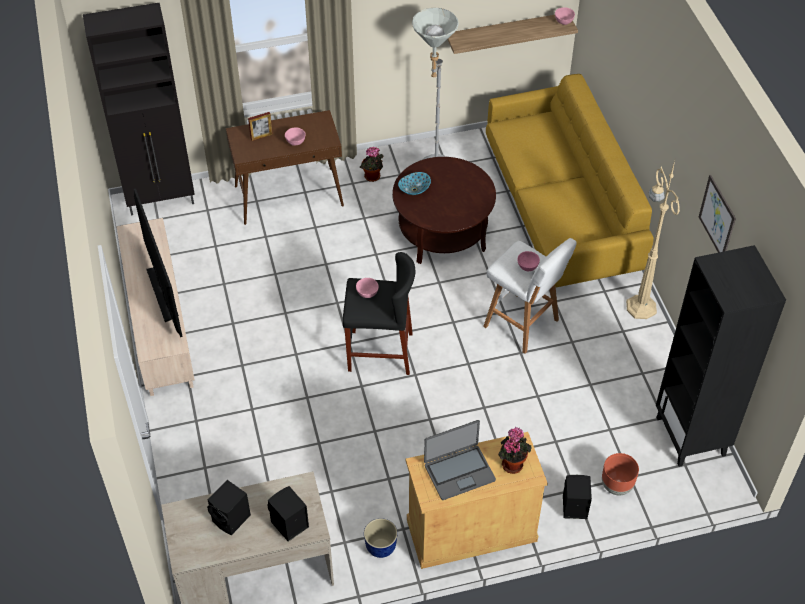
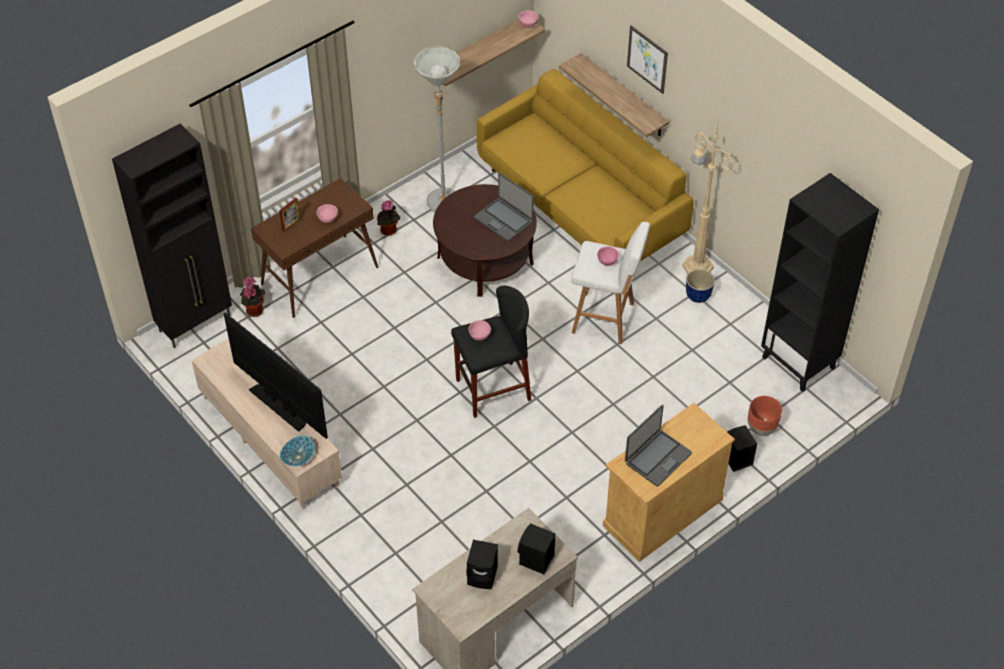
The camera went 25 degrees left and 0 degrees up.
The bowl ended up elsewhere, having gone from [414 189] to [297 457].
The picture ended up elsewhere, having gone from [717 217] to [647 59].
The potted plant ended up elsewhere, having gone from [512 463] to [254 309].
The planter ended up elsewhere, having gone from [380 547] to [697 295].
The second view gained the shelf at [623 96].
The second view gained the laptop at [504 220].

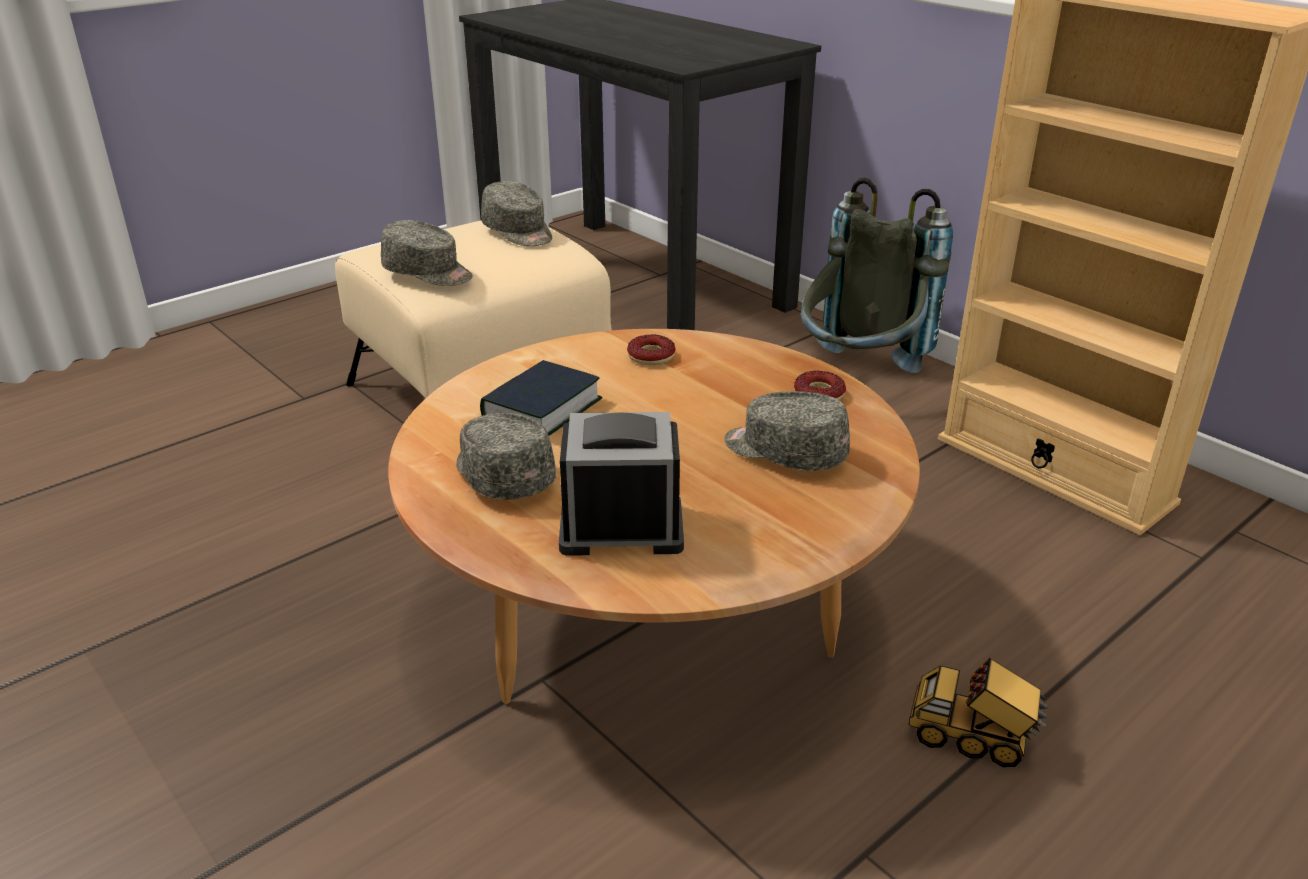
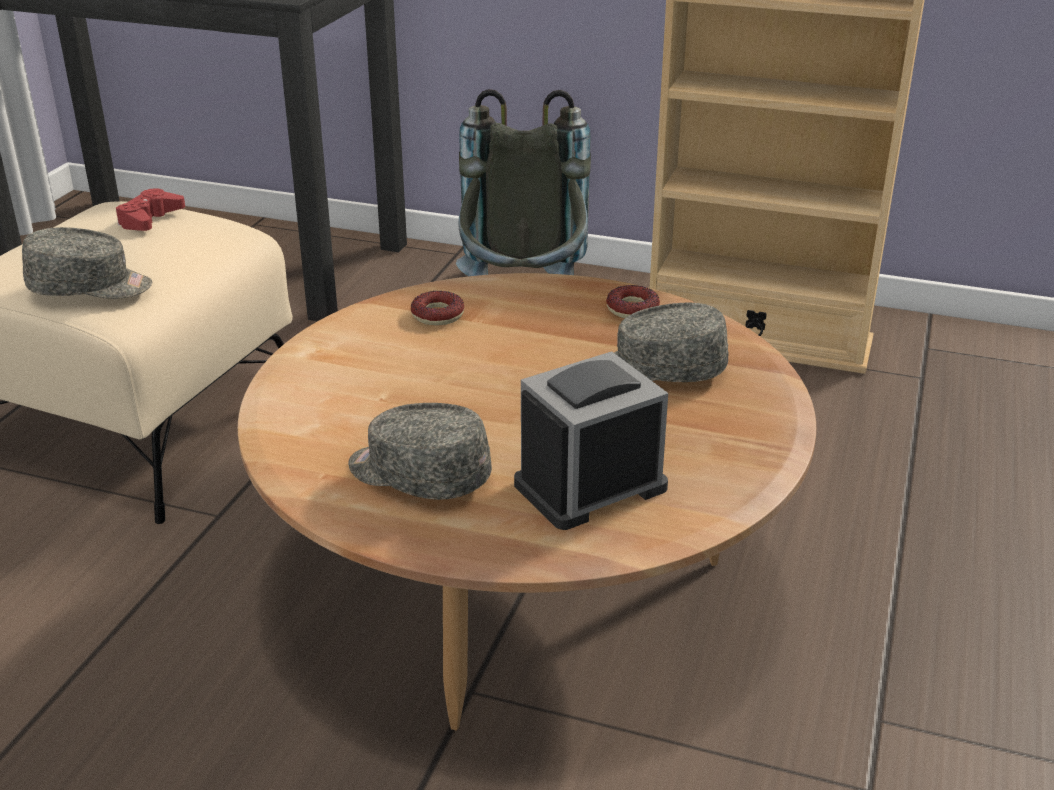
The camera went 30 degrees left and 0 degrees up.
Where the cap in grey stood at [519 232], the game controller in red came to stand at [150 219].
The second view lost the book at [542 410].
The second view lost the toy truck at [972 739].

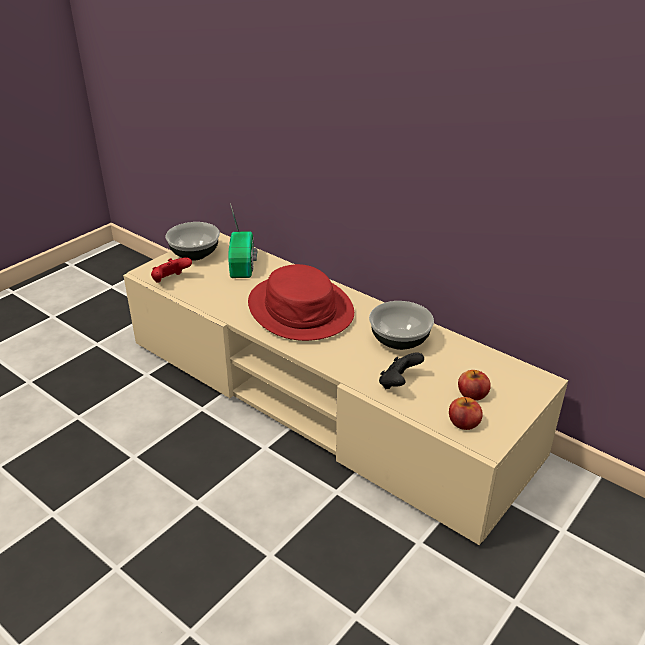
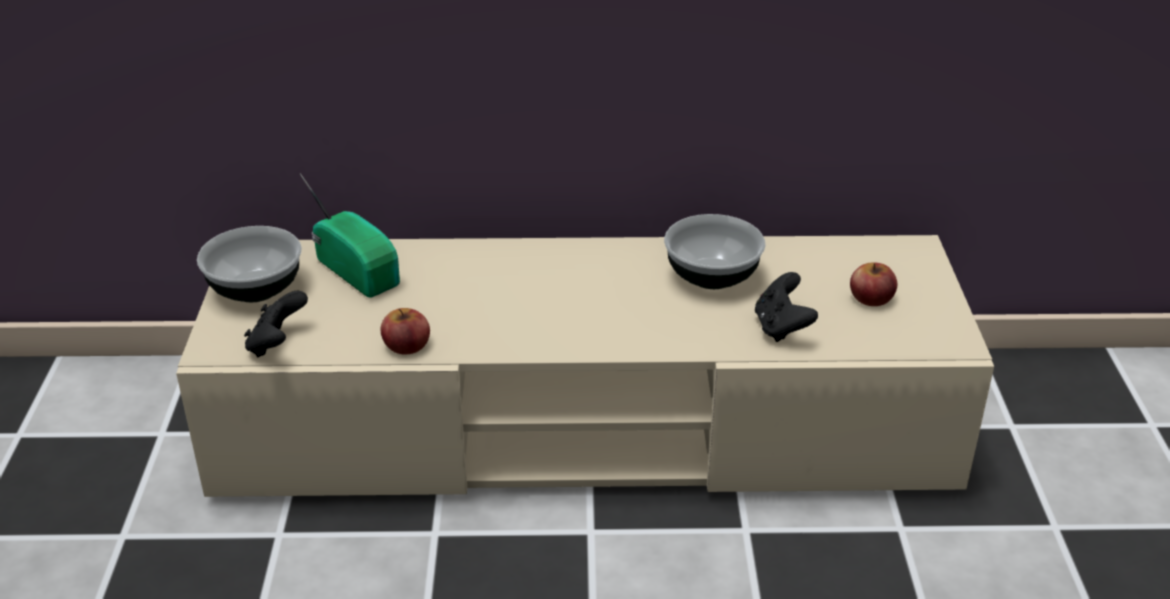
The camera went 40 degrees left and 0 degrees up.
What was the game controller in red at [171 281] turned into the game controller in black at [277 344].
The second view lost the hat in red at [301 309].
The apple ended up elsewhere, having gone from [464 422] to [406 345].

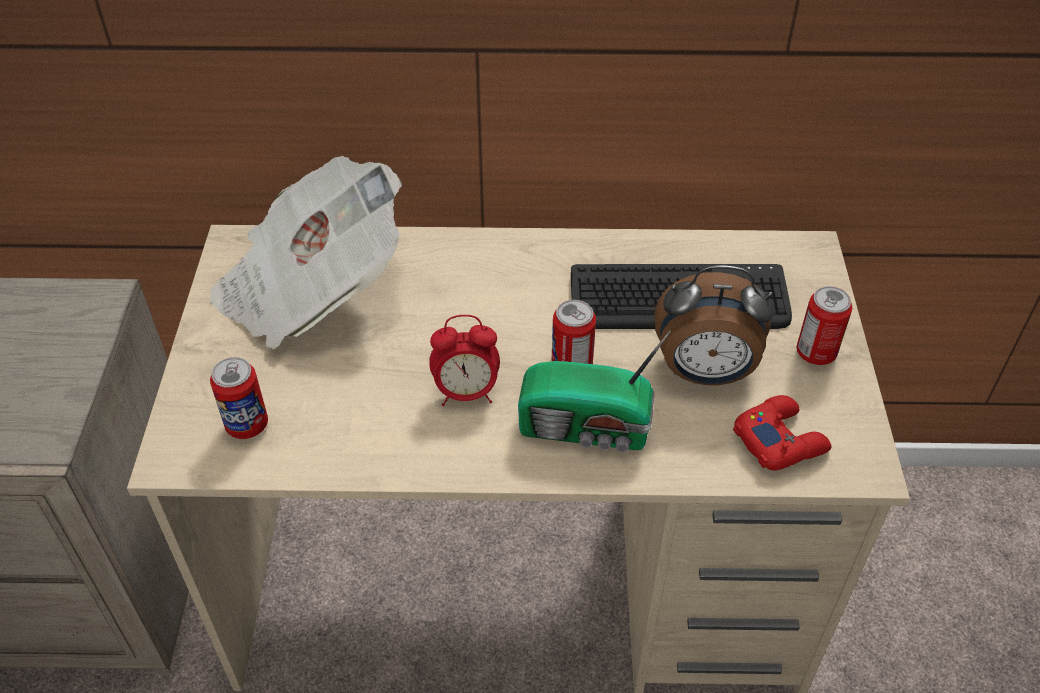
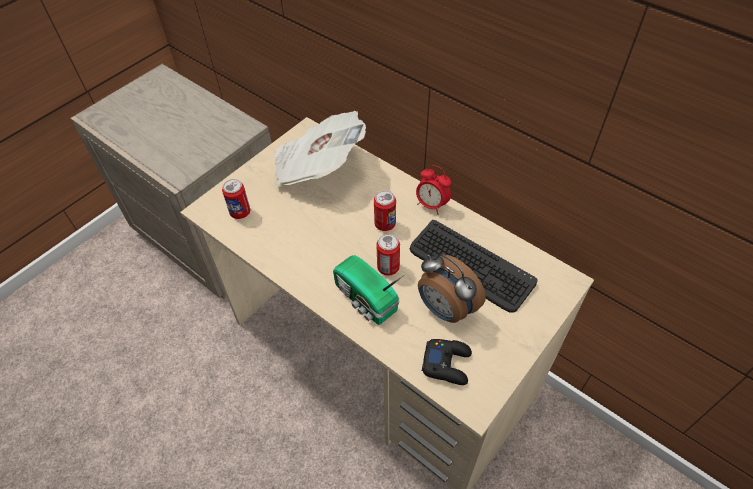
The camera went 40 degrees right and 5 degrees up.
The can ended up elsewhere, having gone from [816 353] to [385 224].
The alarm clock ended up elsewhere, having gone from [466 393] to [431 205].
What was the game controller in red at [780 440] turned into the game controller in black at [447 364].

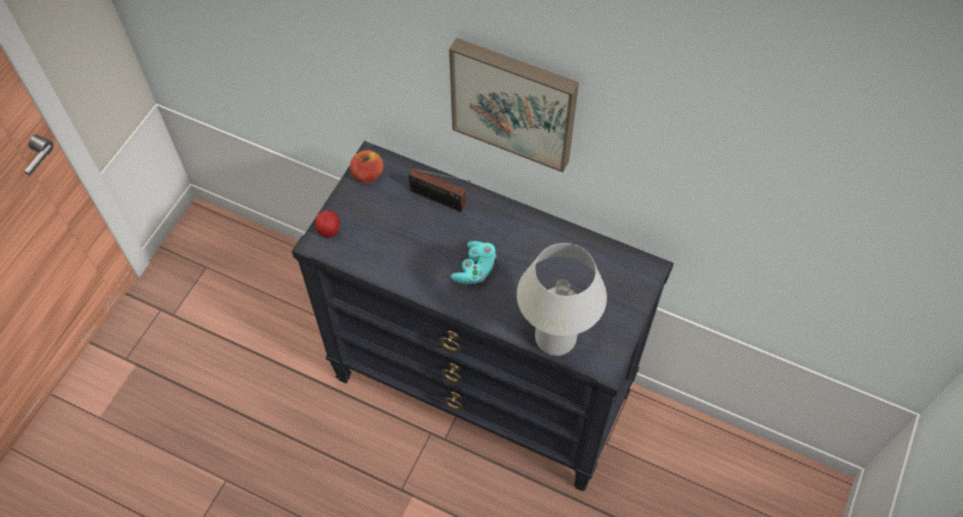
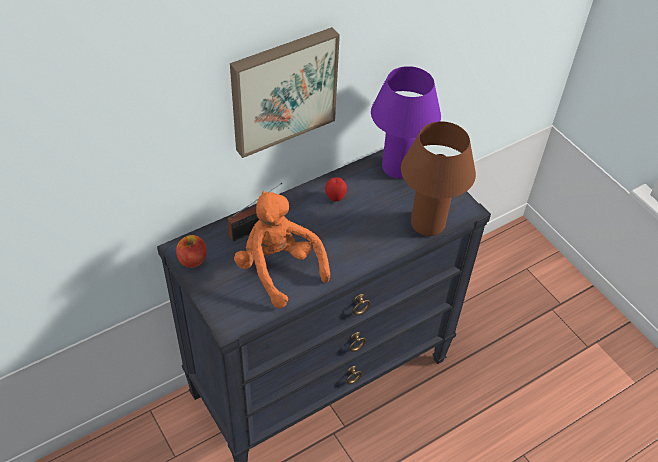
The camera went 60 degrees left and 10 degrees down.
The apple ended up elsewhere, having gone from [329 232] to [335 198].
The second view lost the game controller in turquoise at [475 269].
What was the table lamp in white at [555 338] turned into the table lamp in brown at [427 224].
The second view gained the table lamp in purple at [398 168].
The second view gained the plush toy in orange at [278 269].

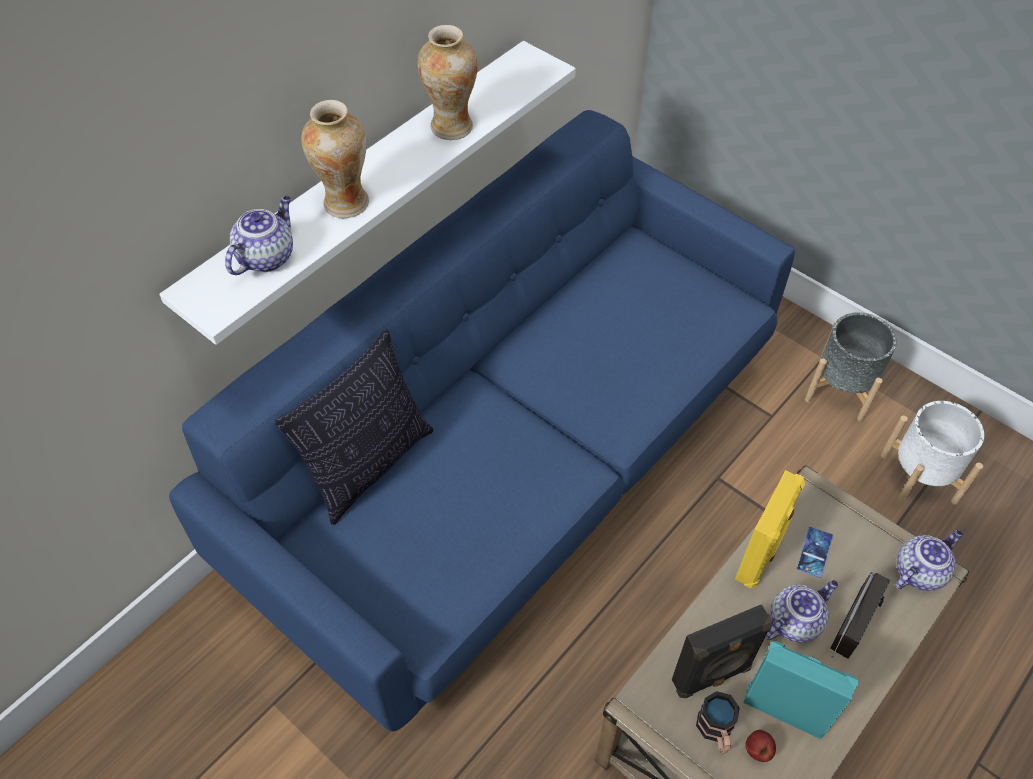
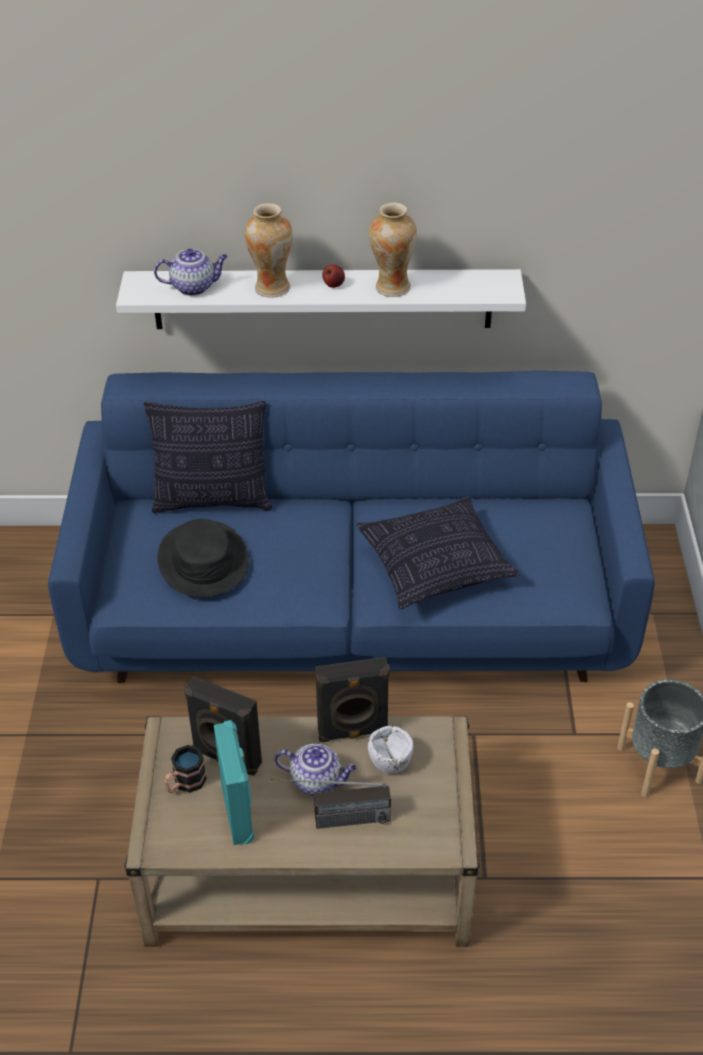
The camera went 50 degrees right and 10 degrees down.
The second view lost the planter in white at [918 478].
What was the speaker in yellow at [760 556] turned into the speaker in black at [353 732].
Where the phone stood at [814 552], the bowl in white came to stand at [390 762].
The second view lost the teapot at [919 571].
The apple ended up elsewhere, having gone from [757 750] to [333 285].
The second view gained the pillow at [435 566].
The second view gained the hat in black at [203 560].

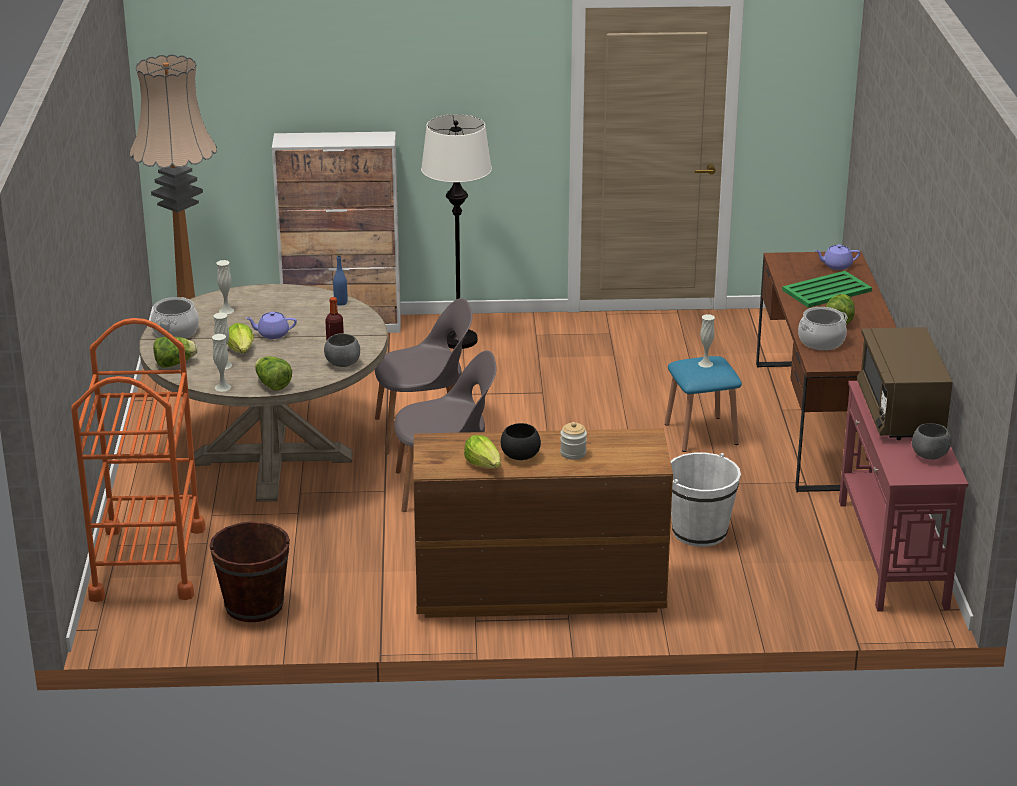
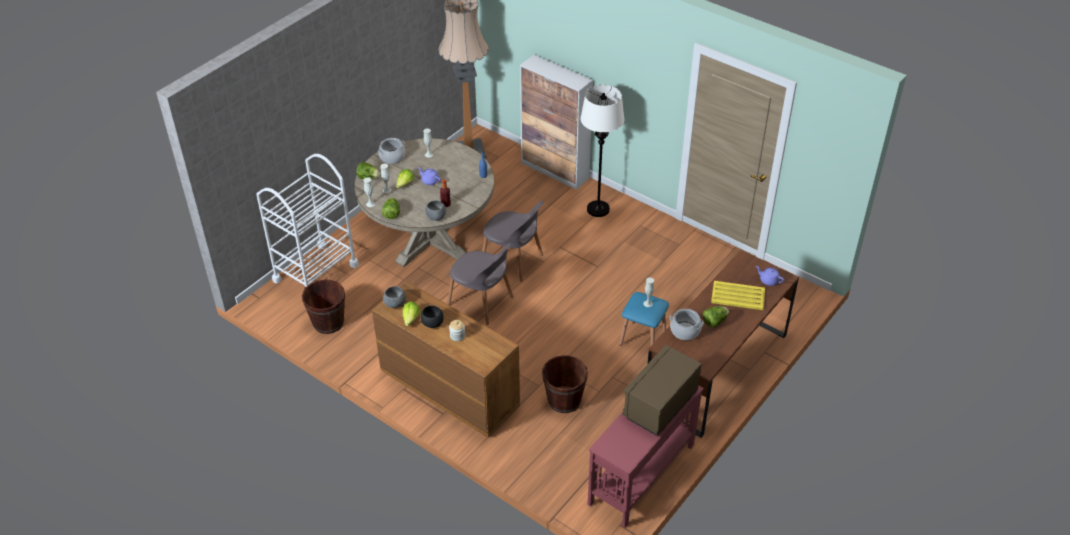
The camera went 40 degrees right and 15 degrees up.
What was the tray in green at [827 290] turned into the tray in yellow at [738 296].
What was the cart in orange at [148 563] turned into the cart in white at [315 272].
The bowl in grey ended up elsewhere, having gone from [930 456] to [395 304].
What was the bucket in white at [699 532] turned into the bucket in brown at [564 400].

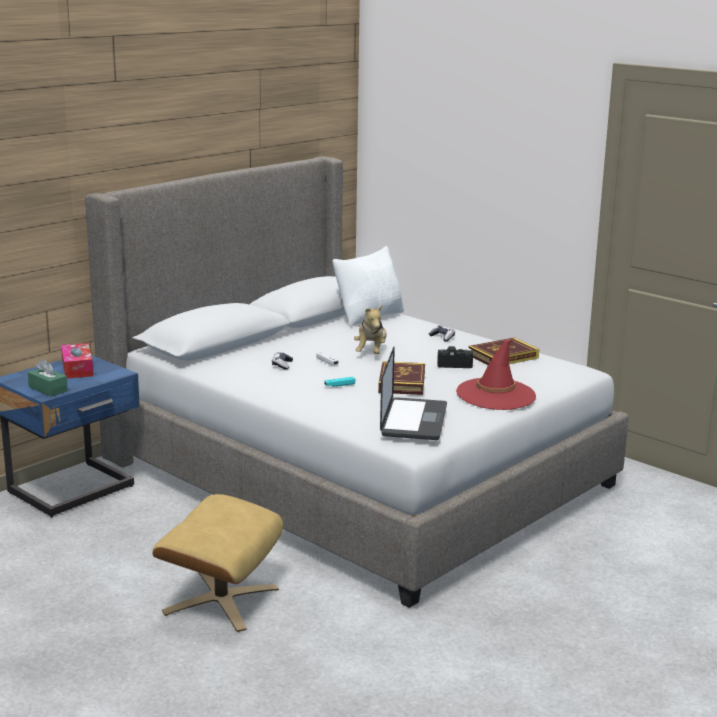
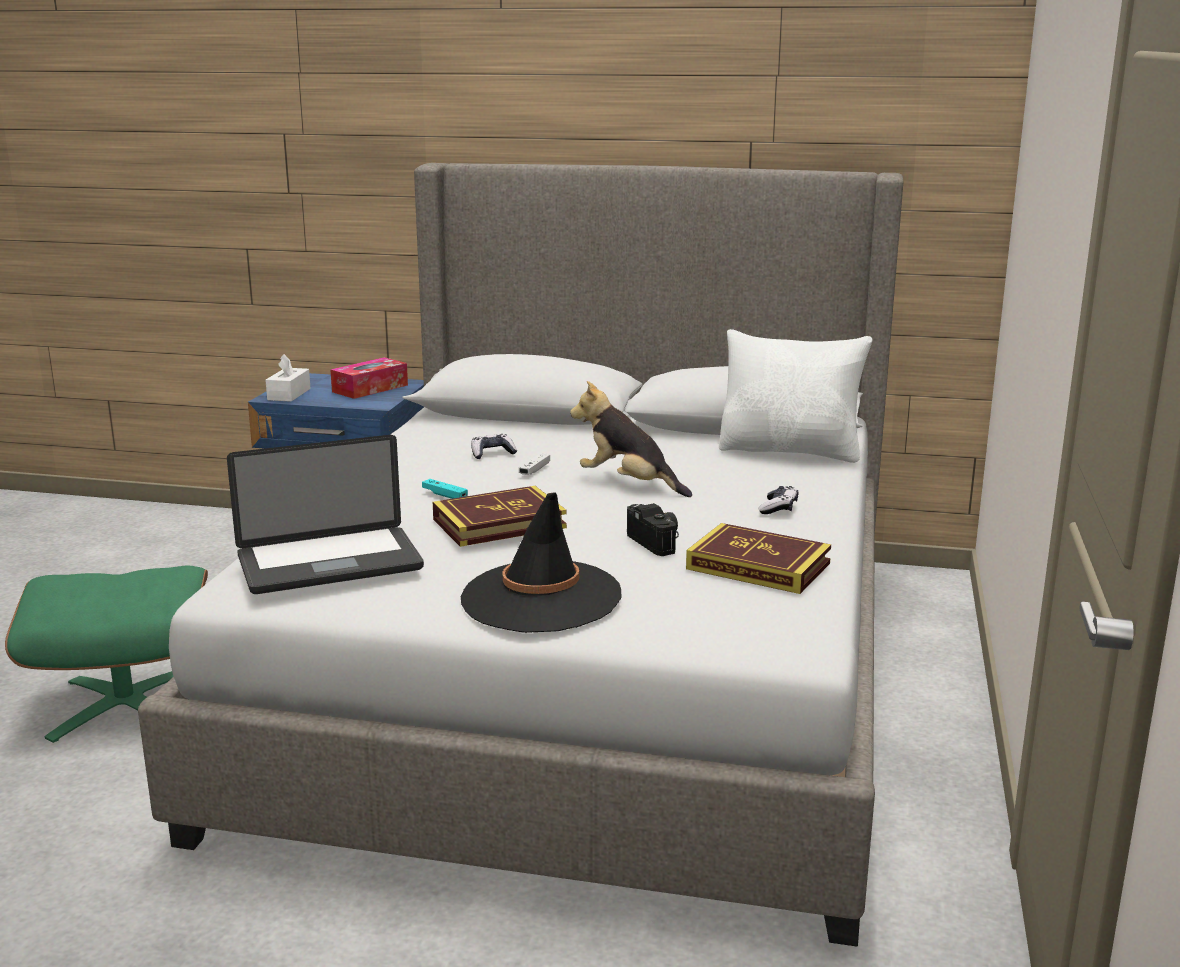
The camera went 60 degrees right and 0 degrees up.
The plush toy at [371 352] ended up facing another way, 60 degrees clockwise from before.
What was the hat in red at [496 395] turned into the hat in black at [541 597].
What was the tissue box in green at [48 389] turned into the tissue box in white at [289 394].
What was the ottoman in beige at [220 600] turned into the ottoman in green at [125 703].

